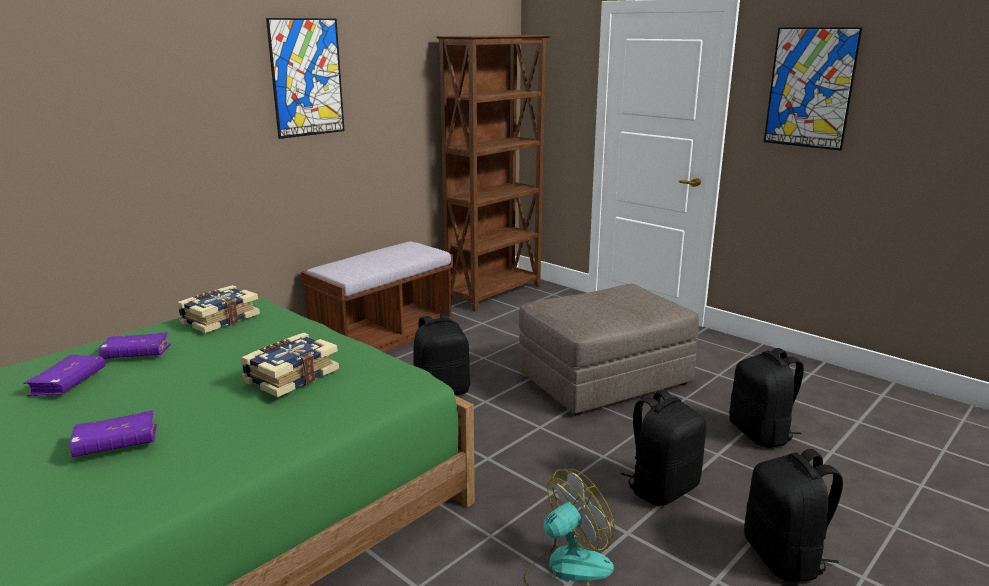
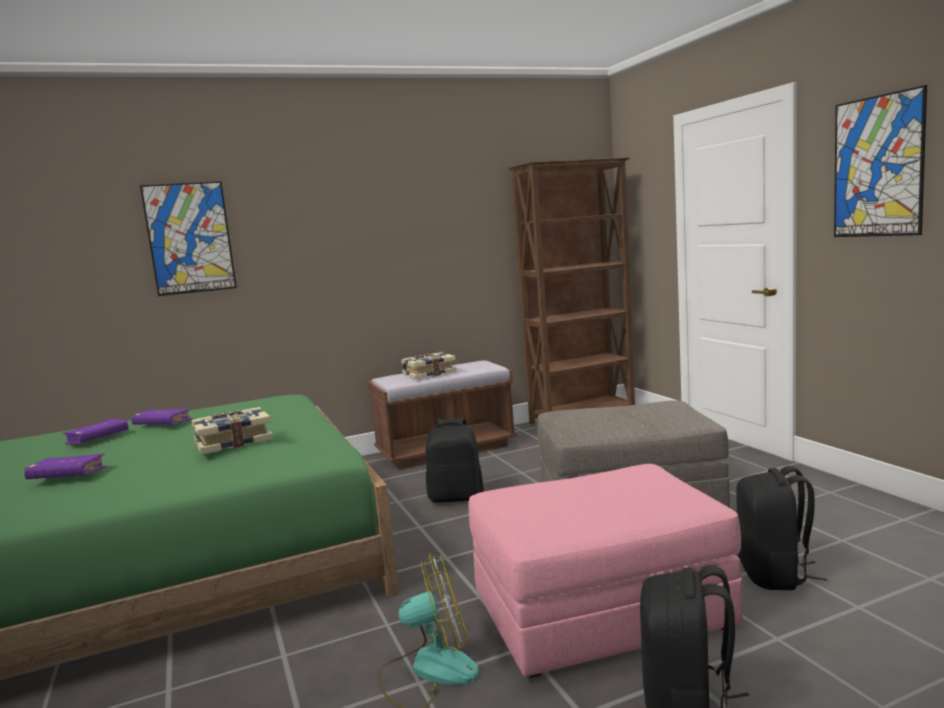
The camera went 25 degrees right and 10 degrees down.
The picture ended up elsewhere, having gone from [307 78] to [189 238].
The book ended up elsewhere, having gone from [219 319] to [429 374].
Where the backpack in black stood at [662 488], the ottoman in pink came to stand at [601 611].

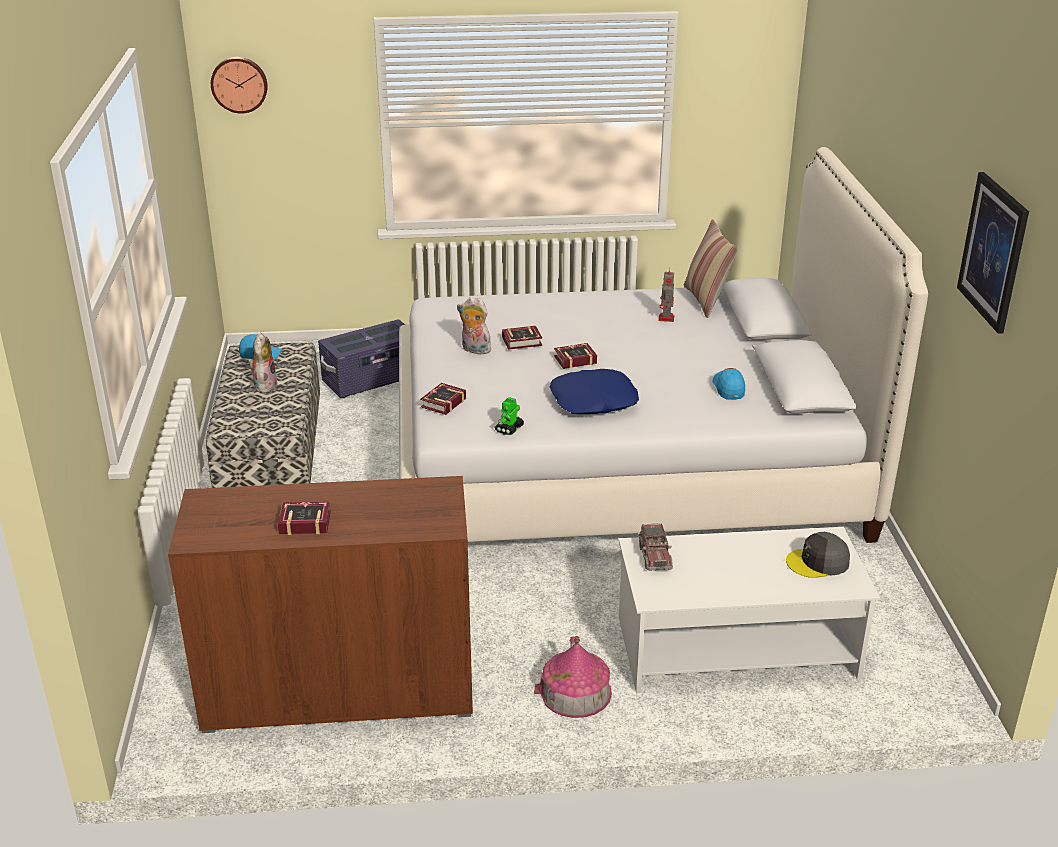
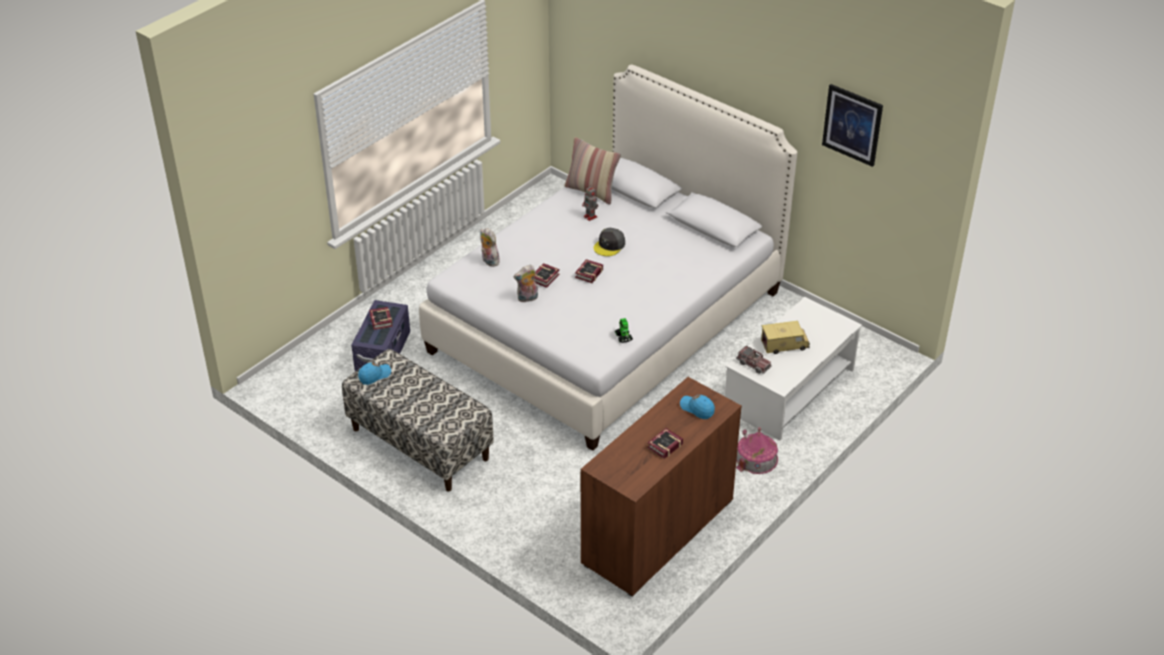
The camera went 45 degrees left and 10 degrees up.
The second view lost the wall clock at [239 84].
The plush toy ended up elsewhere, having gone from [264 385] to [489 261].
The cap in blue ended up elsewhere, having gone from [728 388] to [697 409].
The second view lost the pillow in blue at [594 401].
The book ended up elsewhere, having gone from [441 403] to [380 321].
The cap in grey ended up elsewhere, having gone from [818 562] to [609 245].
The second view gained the toy truck at [784 345].

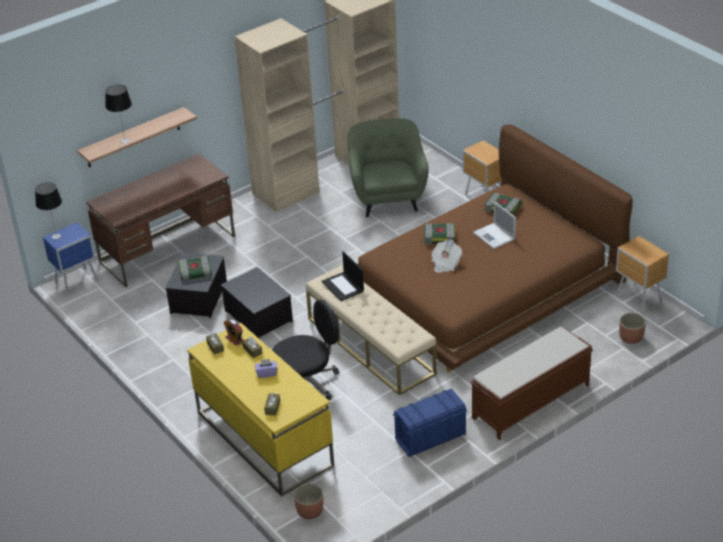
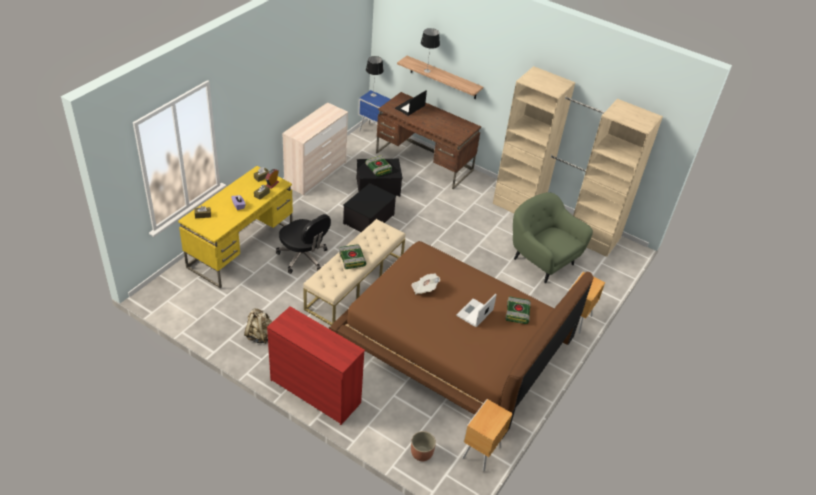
The camera went 65 degrees right and 5 degrees up.
The armchair in green at [388 198] ended up facing another way, 105 degrees counterclockwise from before.
The book ended up elsewhere, having gone from [440 236] to [352 259].
The laptop ended up elsewhere, having gone from [343 286] to [410 107].
Where the bench in brown stood at [530 402], the dresser in red came to stand at [316 391].
Where the storage box in blue stood at [430 437], the backpack in beige came to stand at [260 335].
The second view lost the planter at [309 511].
The second view gained the dresser in beige at [316 174].

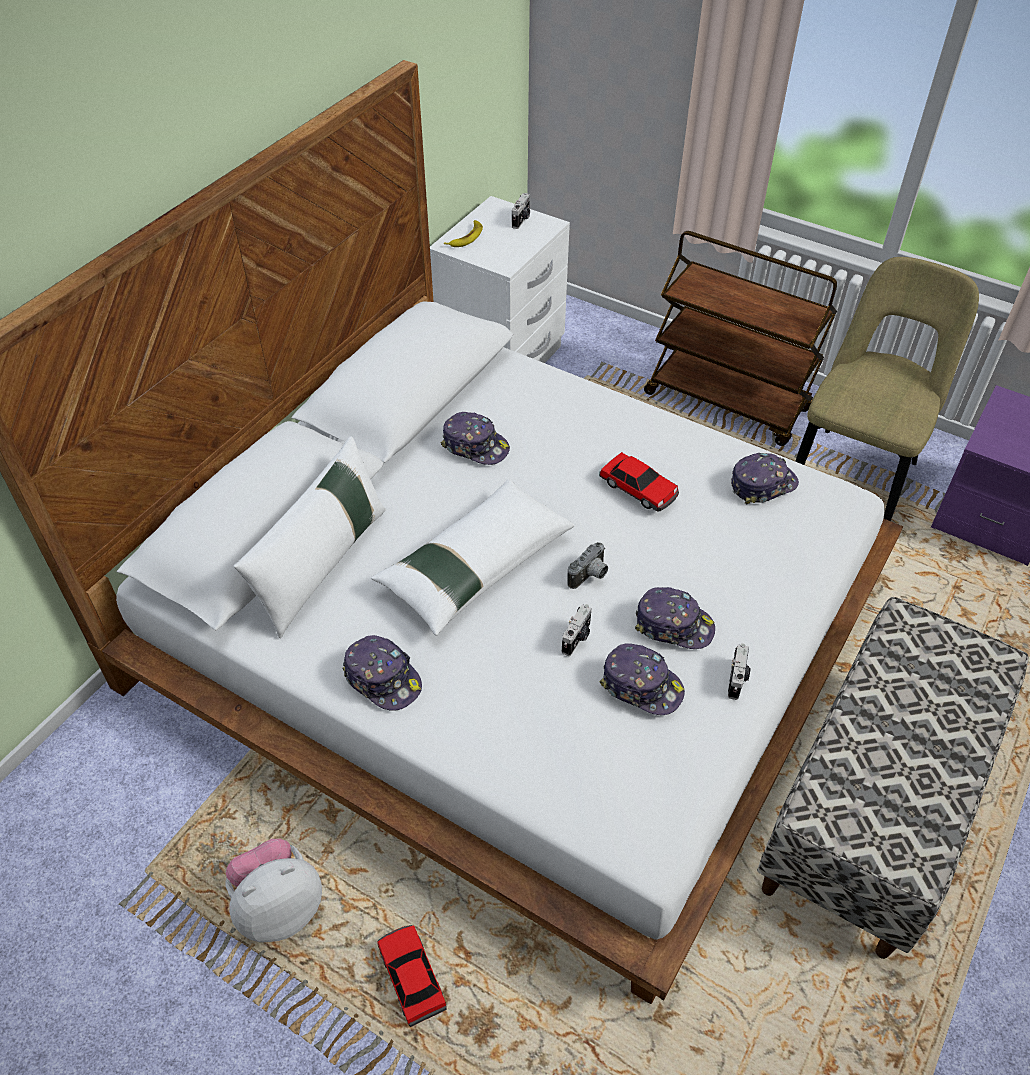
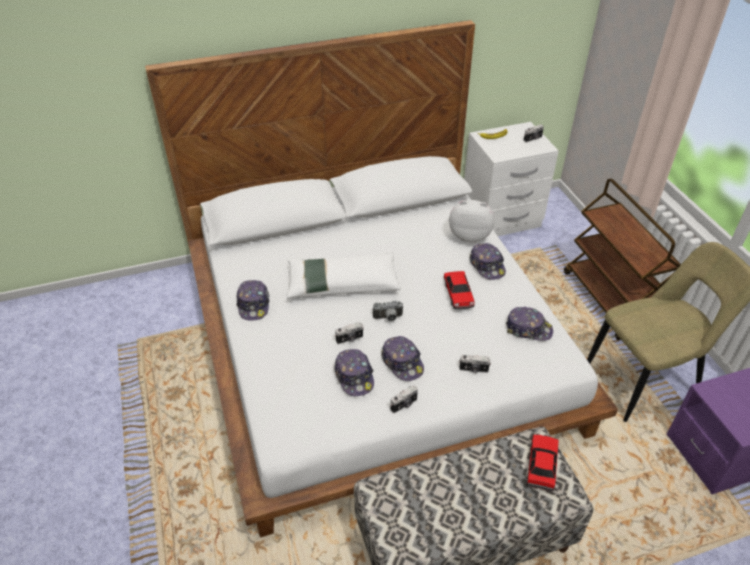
The camera went 40 degrees right and 5 degrees down.
The cap ended up elsewhere, having gone from [475 446] to [487 266].
The second view lost the pillow in white at [322 564].
The plush toy ended up elsewhere, having gone from [279 906] to [469 235].
The toy car ended up elsewhere, having gone from [411 976] to [541 465].
The second view gained the photo camera at [473 370].

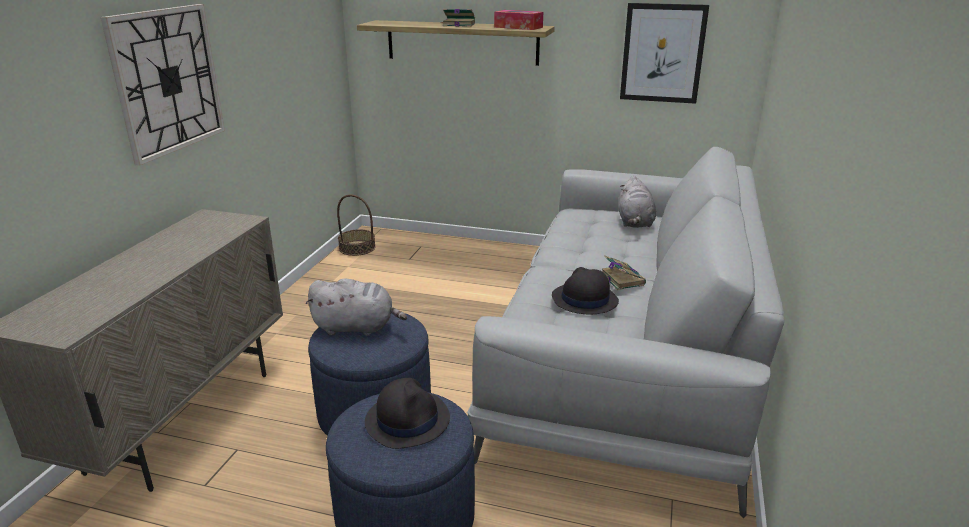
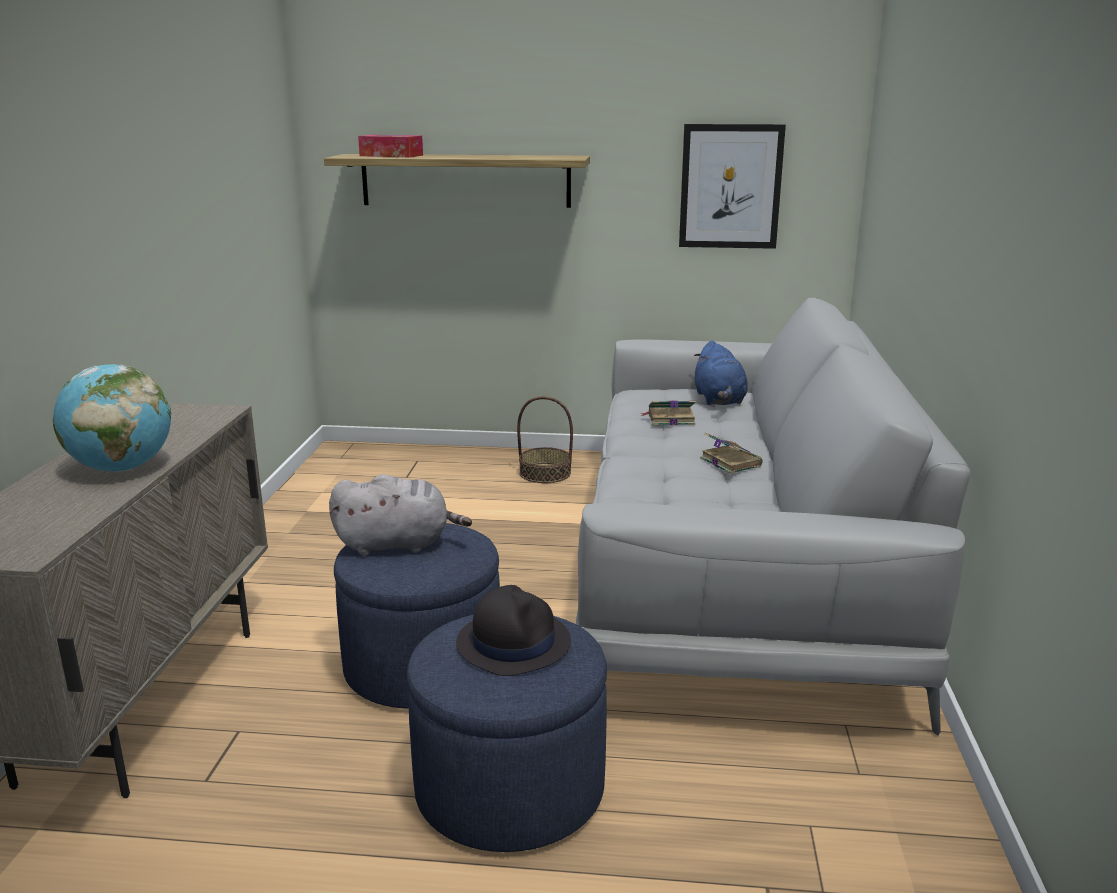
The camera went 10 degrees left and 5 degrees down.
The second view lost the wall clock at [168 81].
The book ended up elsewhere, having gone from [458 25] to [669 419].
The tissue box ended up elsewhere, having gone from [518 27] to [391 155].
What was the plush toy in grey at [634 222] turned into the plush toy in blue at [719 400].
The basket ended up elsewhere, having gone from [357 248] to [545 473].
The second view lost the hat in black at [584 299].
The second view gained the globe at [121 468].

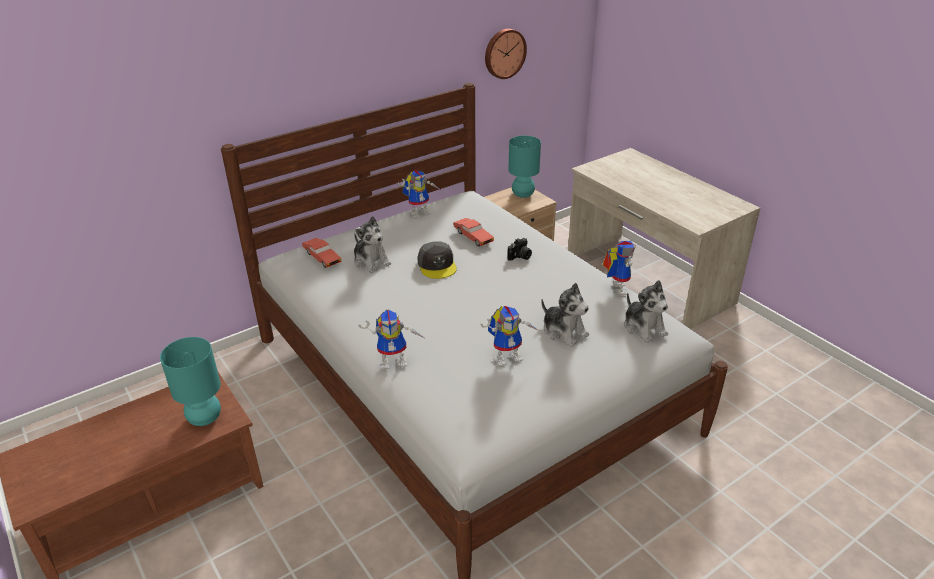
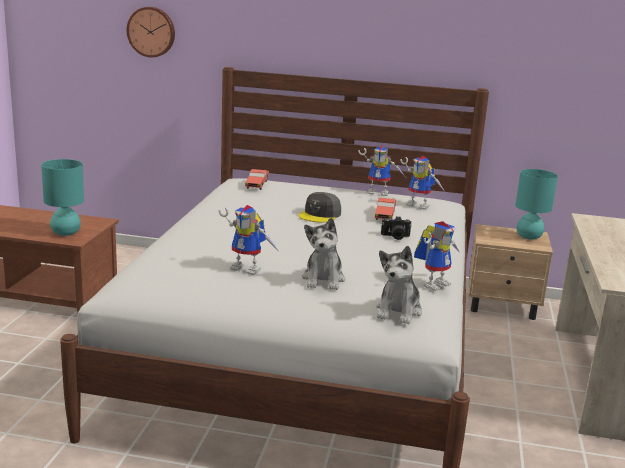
The camera went 45 degrees right and 15 degrees down.
The wall clock ended up elsewhere, having gone from [504 53] to [151 31].
The second view lost the plush toy at [371 261].
The toy robot ended up elsewhere, having gone from [395 360] to [420 205].

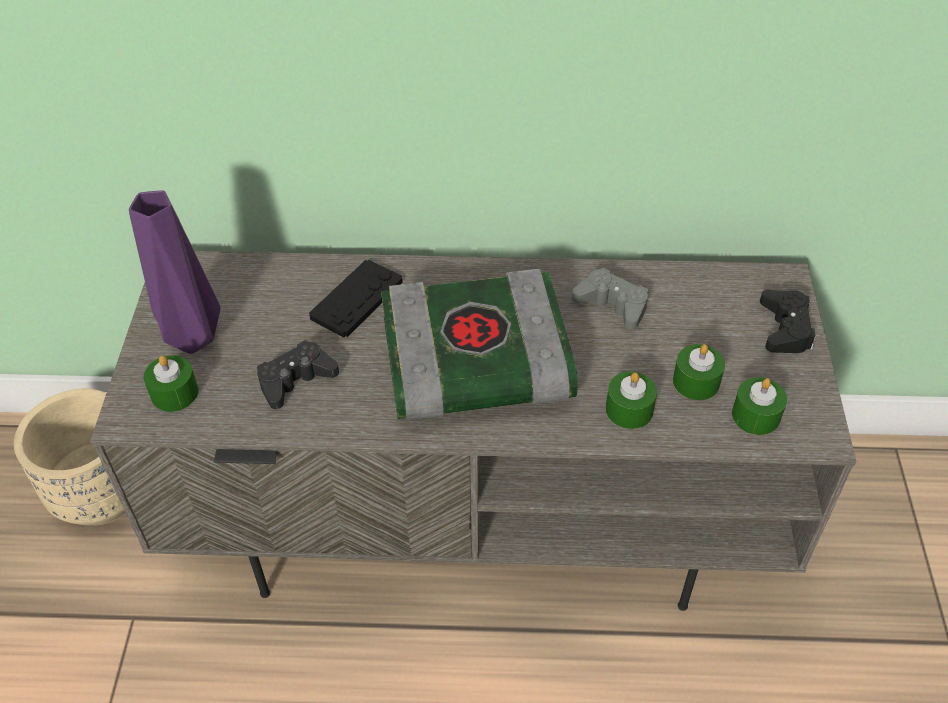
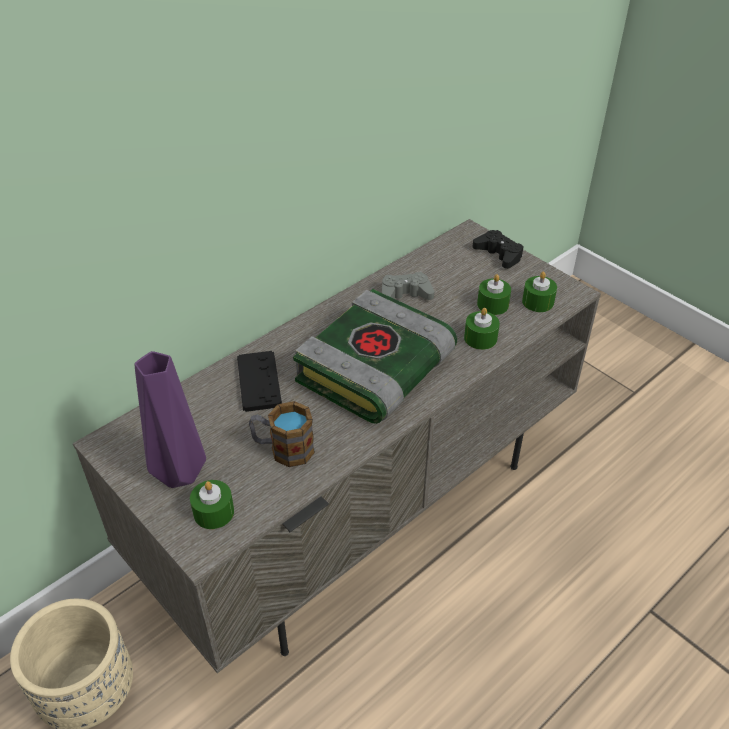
The camera went 45 degrees left and 5 degrees down.
Where the game controller in black stood at [296 380], the mug came to stand at [283 449].

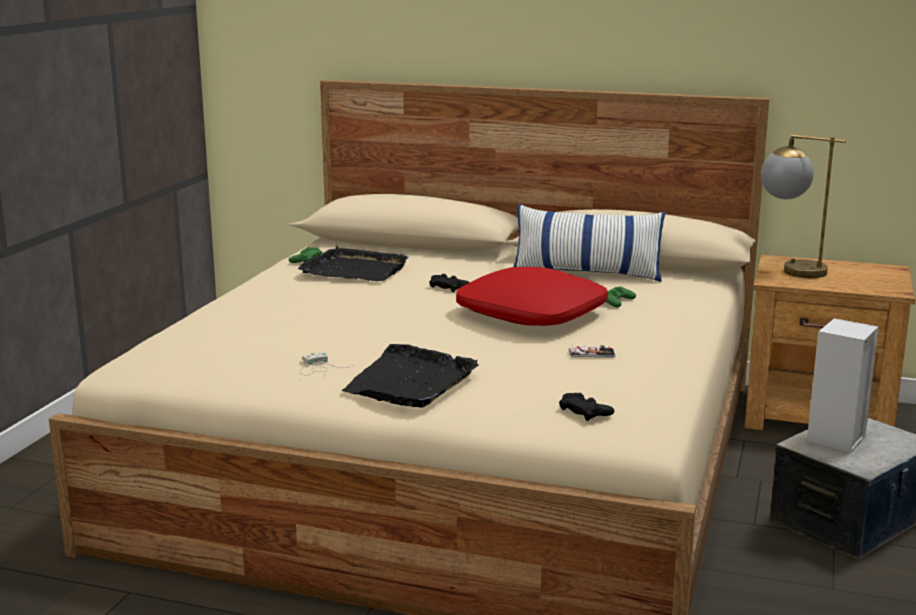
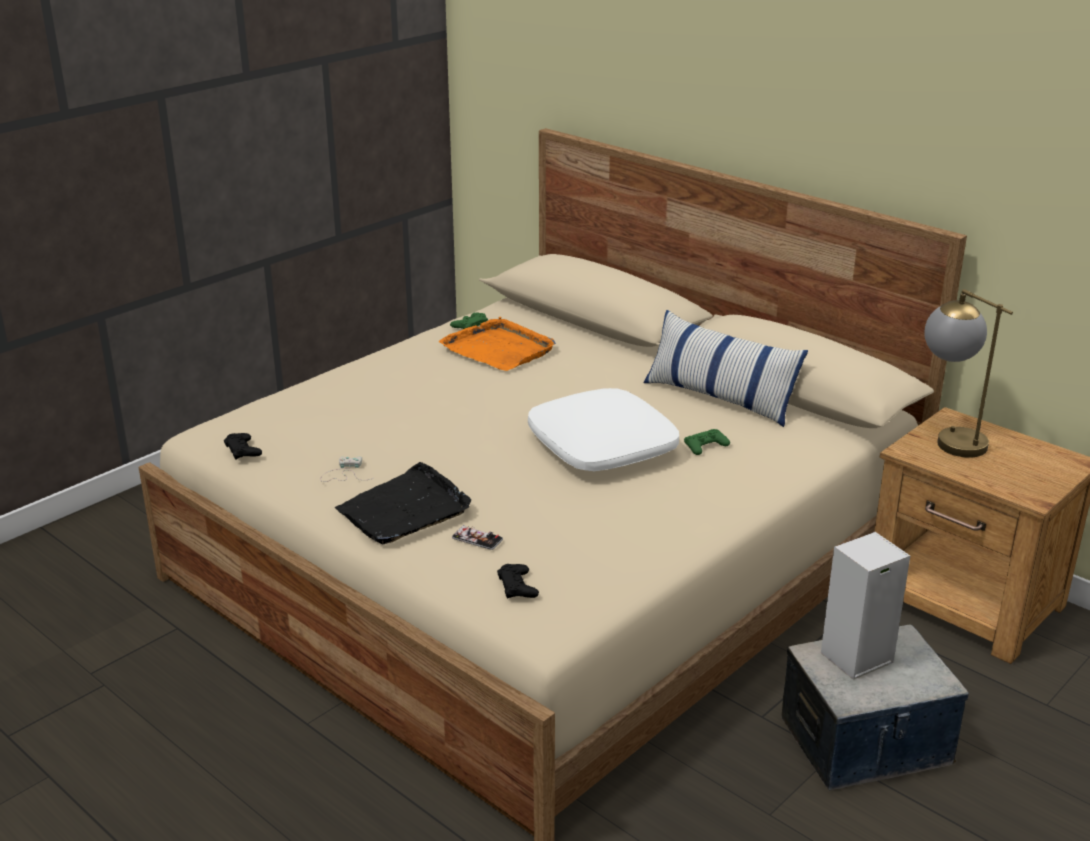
The camera went 25 degrees right and 10 degrees up.
What was the tray in black at [355 270] turned into the tray in orange at [499 349].
What was the pillow in red at [532 314] turned into the pillow in white at [603 446].
The game controller in black ended up elsewhere, having gone from [449 287] to [243 450].
The phone ended up elsewhere, having gone from [591 353] to [477 539].

